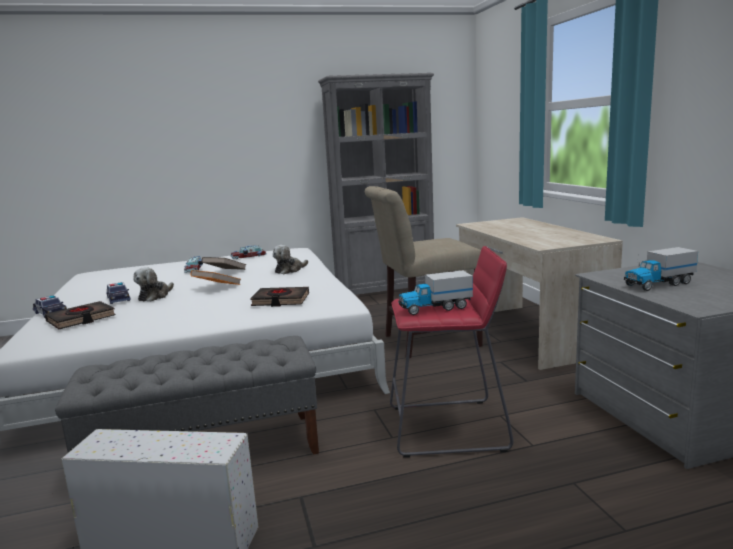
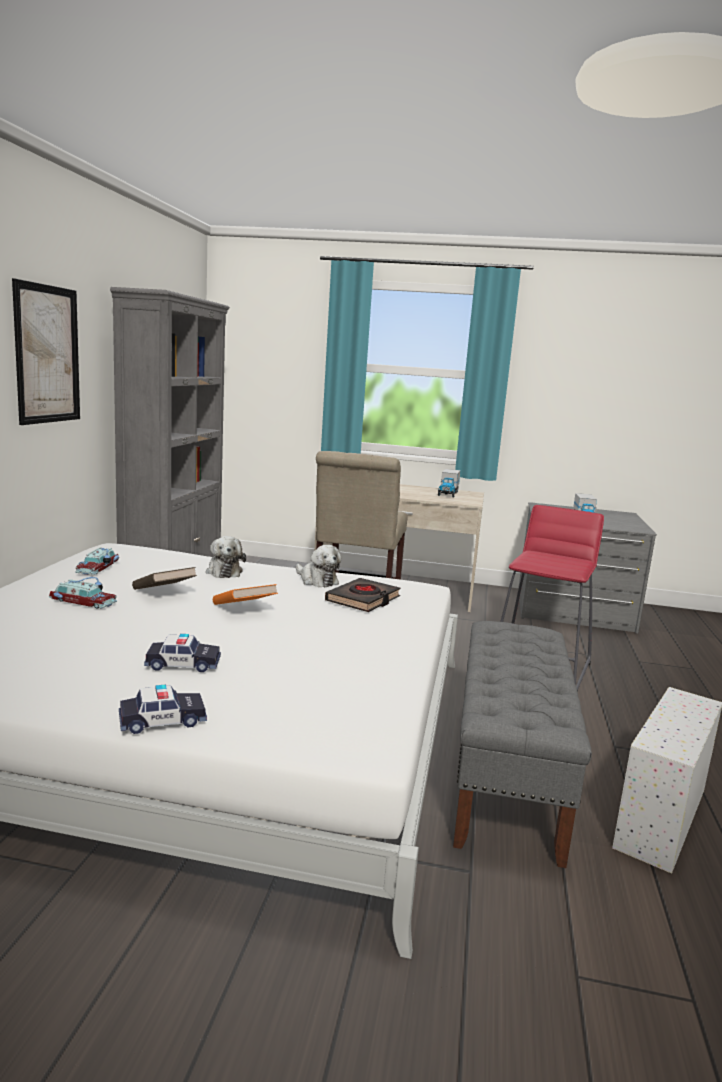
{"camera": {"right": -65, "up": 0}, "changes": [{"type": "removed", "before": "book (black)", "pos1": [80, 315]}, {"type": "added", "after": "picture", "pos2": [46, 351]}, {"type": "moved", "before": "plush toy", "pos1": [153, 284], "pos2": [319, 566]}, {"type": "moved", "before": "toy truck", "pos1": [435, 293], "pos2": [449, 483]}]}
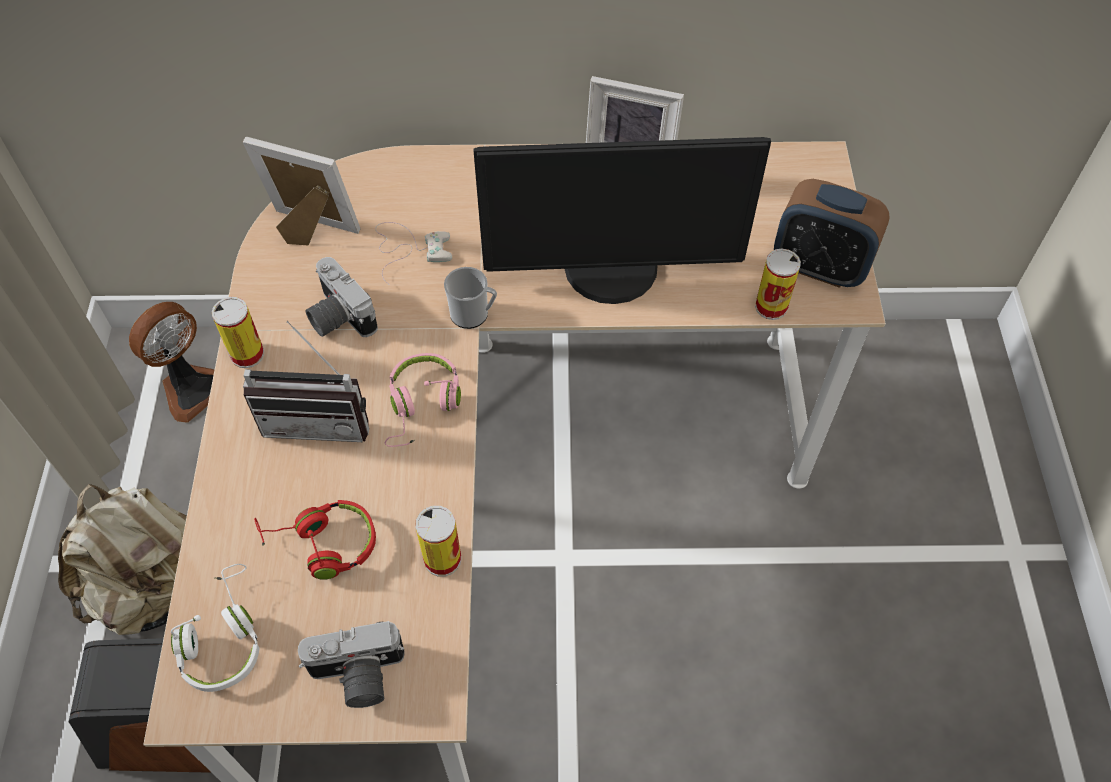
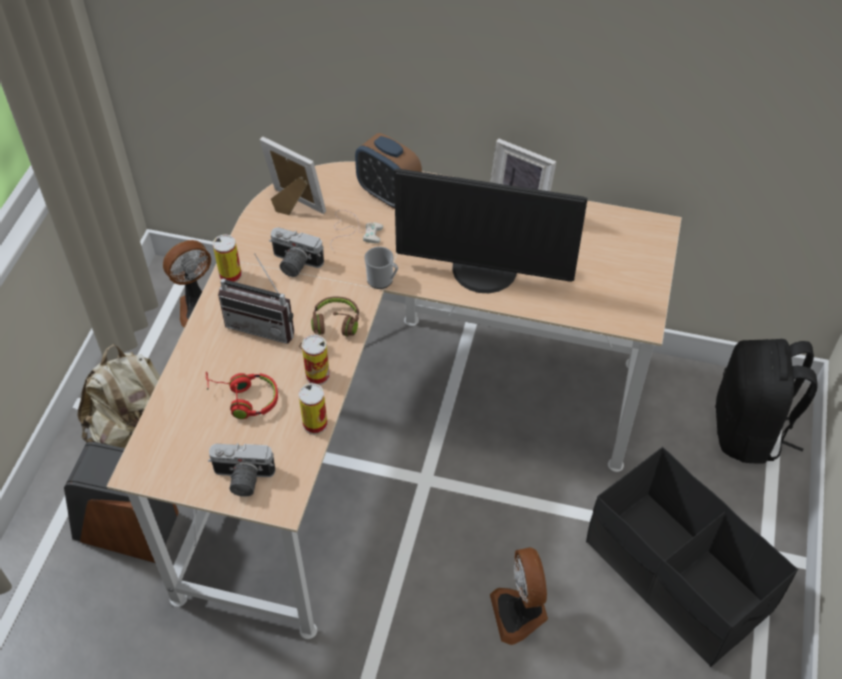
{"camera": {"right": 15, "up": -5}, "changes": [{"type": "removed", "before": "headphones (white)", "pos1": [215, 628]}, {"type": "added", "after": "fan", "pos2": [519, 596]}, {"type": "added", "after": "storage box (black)", "pos2": [692, 557]}, {"type": "added", "after": "backpack (black)", "pos2": [766, 401]}, {"type": "moved", "before": "can", "pos1": [778, 284], "pos2": [316, 360]}, {"type": "moved", "before": "alarm clock", "pos1": [832, 233], "pos2": [388, 171]}, {"type": "recoloured", "before": "headphones (pink)", "after": "headphones (brown)", "pos1": [423, 400], "pos2": [329, 322]}, {"type": "turned", "before": "photo camera", "pos1": [341, 297], "pos2": [296, 252], "turn": -45}]}
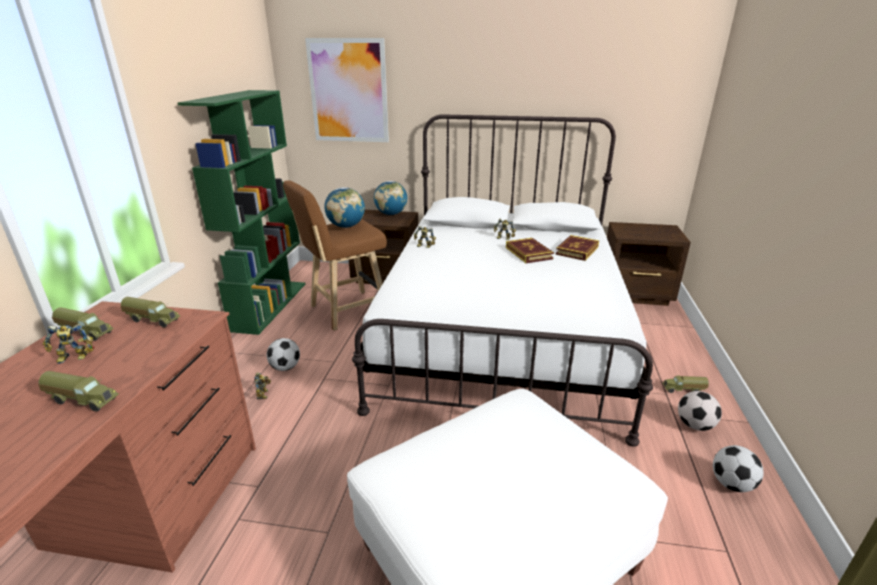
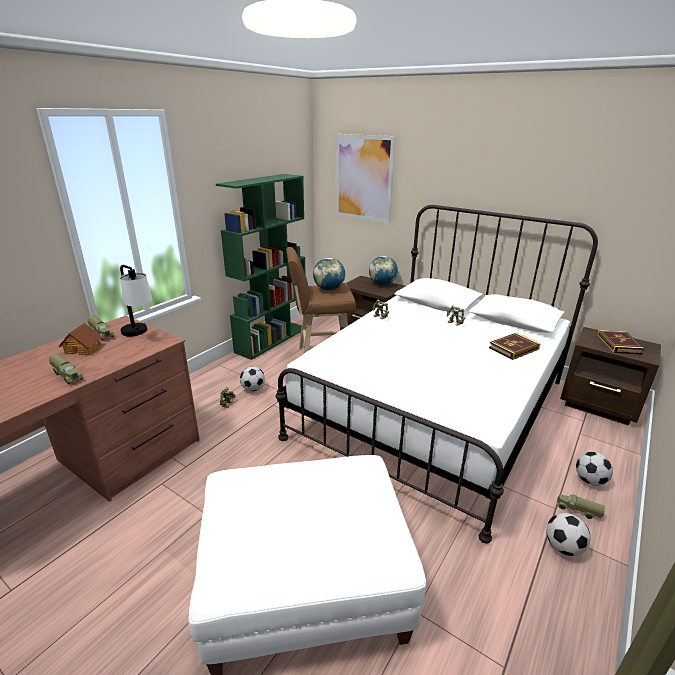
{"camera": {"right": 25, "up": 0}, "changes": [{"type": "moved", "before": "book", "pos1": [530, 250], "pos2": [621, 342]}, {"type": "moved", "before": "football", "pos1": [738, 468], "pos2": [594, 469]}, {"type": "replaced", "before": "toy robot", "after": "toy house", "pos1": [69, 343], "pos2": [80, 339]}, {"type": "replaced", "before": "toy truck", "after": "table lamp", "pos1": [150, 312], "pos2": [136, 300]}]}
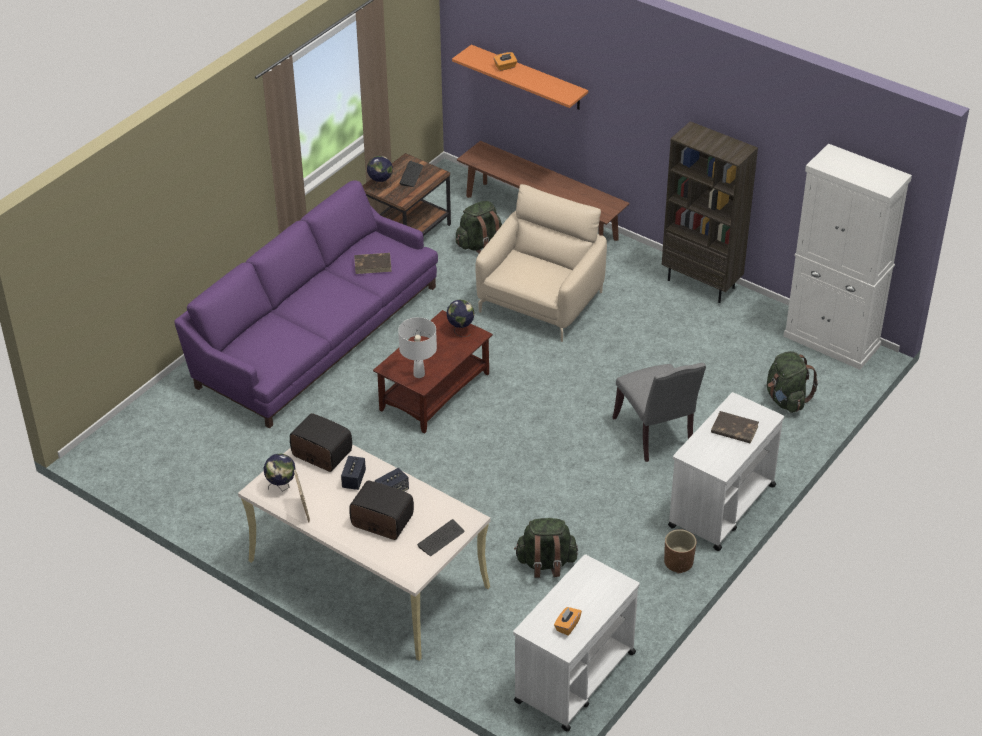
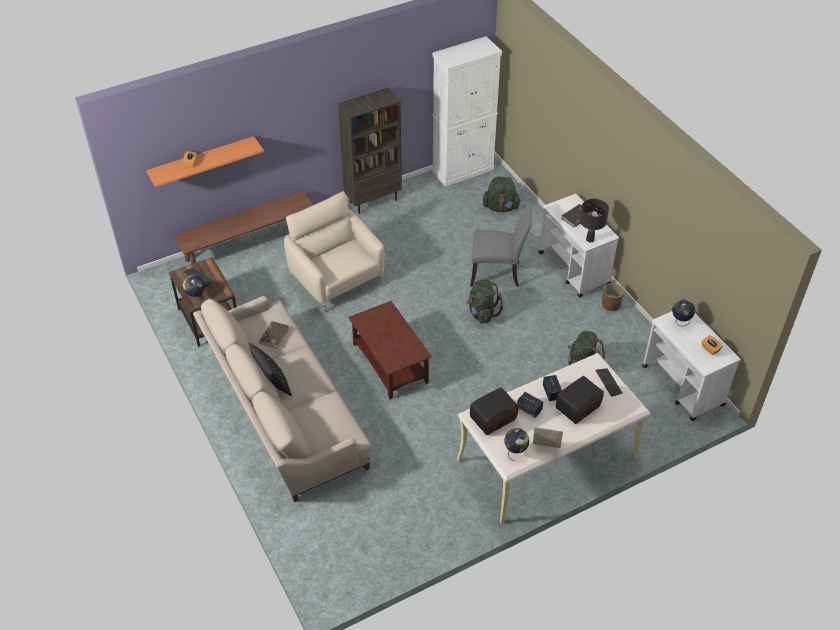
{"camera": {"right": -65, "up": 5}, "changes": [{"type": "removed", "before": "table lamp (white)", "pos1": [417, 347]}, {"type": "added", "after": "pillow (black)", "pos2": [270, 369]}, {"type": "added", "after": "table lamp (black)", "pos2": [594, 221]}, {"type": "moved", "before": "globe", "pos1": [461, 318], "pos2": [683, 312]}, {"type": "moved", "before": "backpack (green)", "pos1": [479, 227], "pos2": [484, 301]}, {"type": "recoloured", "before": "sofa (purple)", "after": "sofa (beige)", "pos1": [306, 304], "pos2": [282, 399]}]}
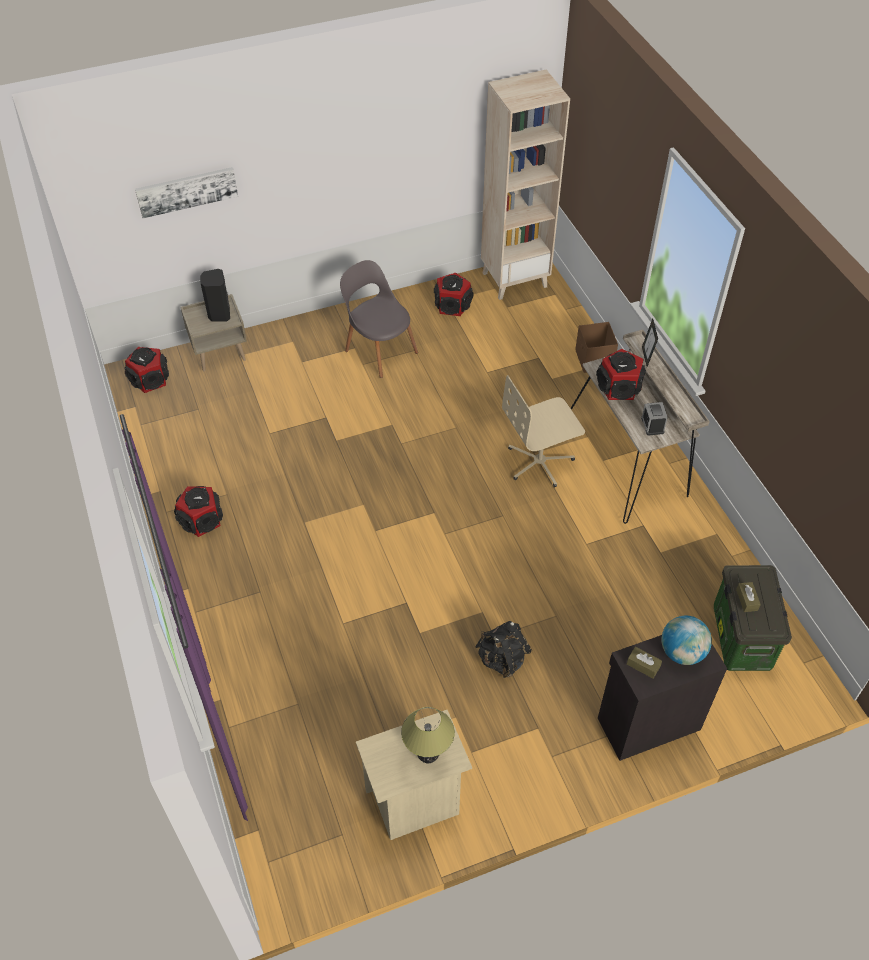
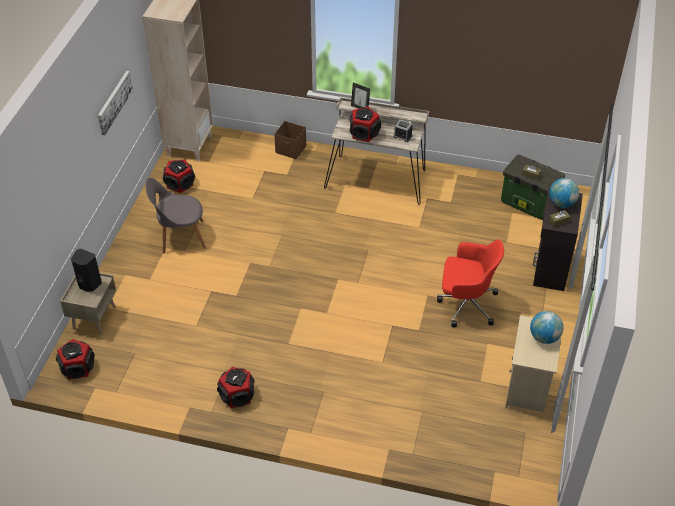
{"camera": {"right": -55, "up": -5}, "changes": [{"type": "removed", "before": "office chair (beige)", "pos1": [543, 431]}, {"type": "moved", "before": "picture", "pos1": [186, 192], "pos2": [115, 103]}, {"type": "replaced", "before": "table lamp", "after": "globe", "pos1": [428, 735], "pos2": [546, 327]}, {"type": "replaced", "before": "backpack (black)", "after": "office chair (red)", "pos1": [504, 649], "pos2": [470, 284]}]}
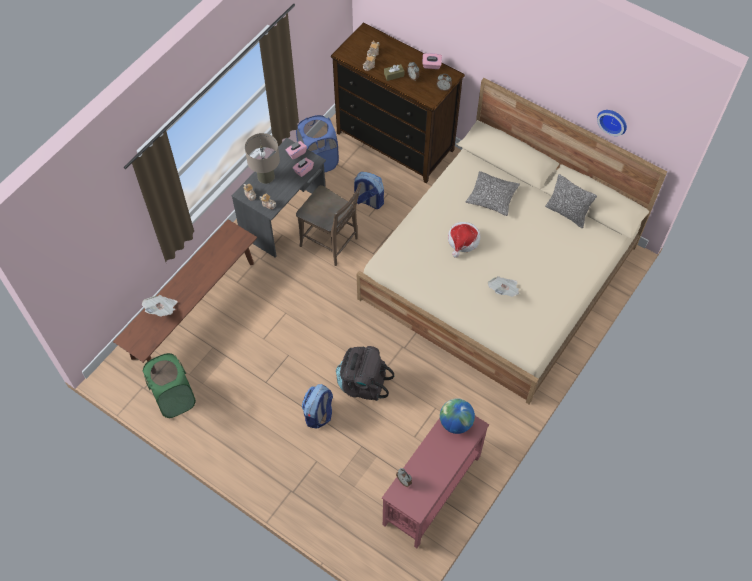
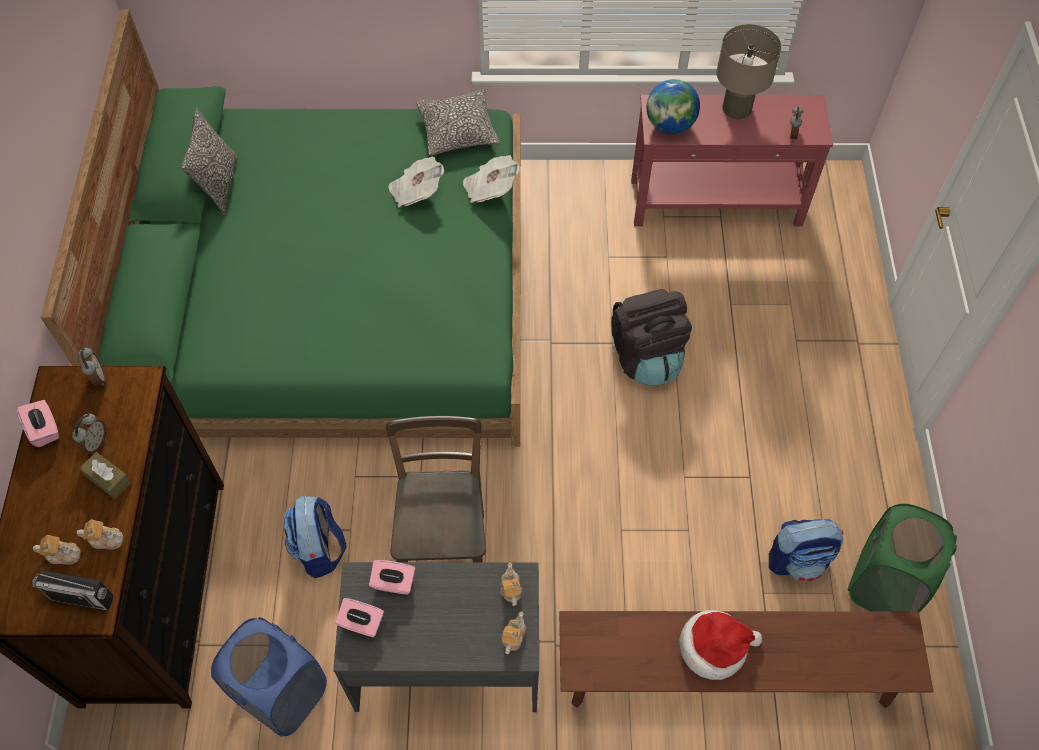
{"camera": {"right": -125, "up": 0}, "changes": [{"type": "removed", "before": "wall clock", "pos1": [612, 123]}, {"type": "added", "after": "radio", "pos2": [72, 590]}, {"type": "moved", "before": "newspaper", "pos1": [160, 305], "pos2": [491, 179]}, {"type": "moved", "before": "table lamp (beige)", "pos1": [262, 158], "pos2": [749, 71]}, {"type": "moved", "before": "backpack", "pos1": [317, 406], "pos2": [806, 550]}, {"type": "moved", "before": "hat", "pos1": [464, 239], "pos2": [720, 645]}, {"type": "moved", "before": "pillow", "pos1": [493, 193], "pos2": [458, 122]}, {"type": "recoloured", "before": "bed (beige)", "after": "bed (green)", "pos1": [512, 241], "pos2": [281, 228]}]}
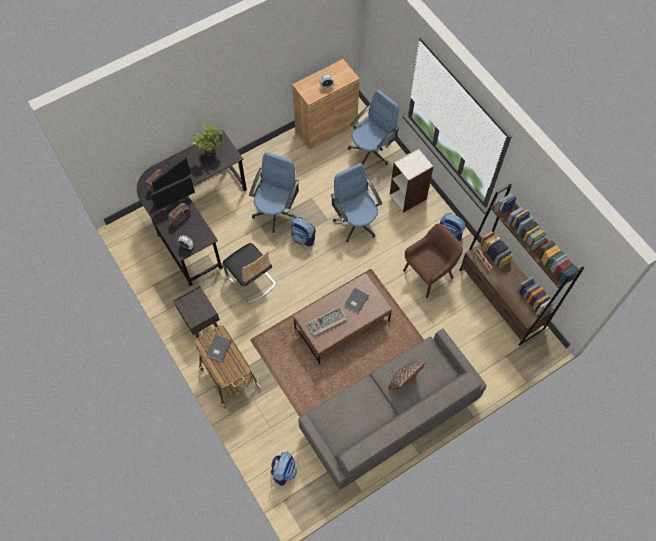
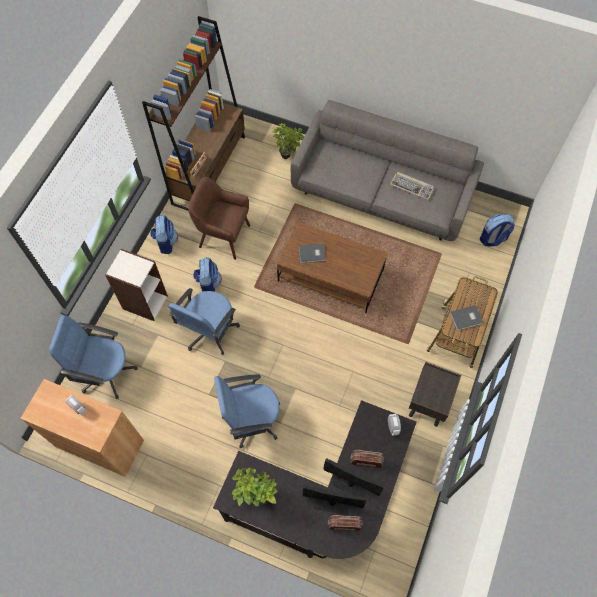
{"camera": {"right": -125, "up": 0}, "changes": [{"type": "removed", "before": "chair", "pos1": [249, 273]}, {"type": "removed", "before": "pillow (brown)", "pos1": [407, 375]}, {"type": "added", "after": "potted plant", "pos2": [288, 141]}, {"type": "moved", "before": "backpack", "pos1": [303, 231], "pos2": [207, 274]}, {"type": "moved", "before": "keyboard", "pos1": [326, 321], "pos2": [412, 186]}]}
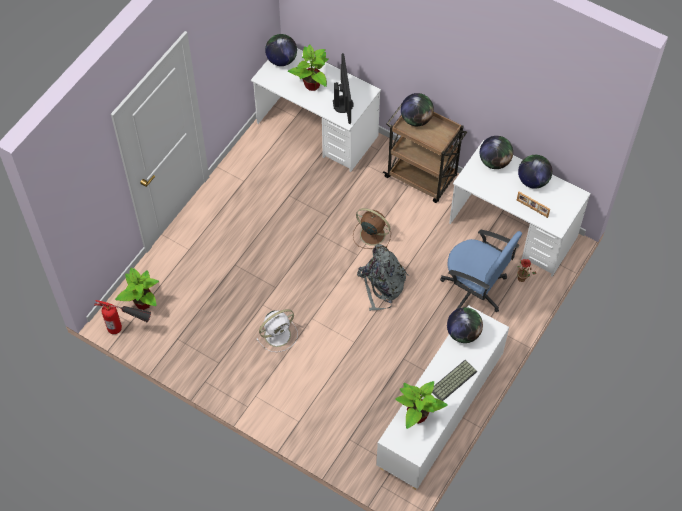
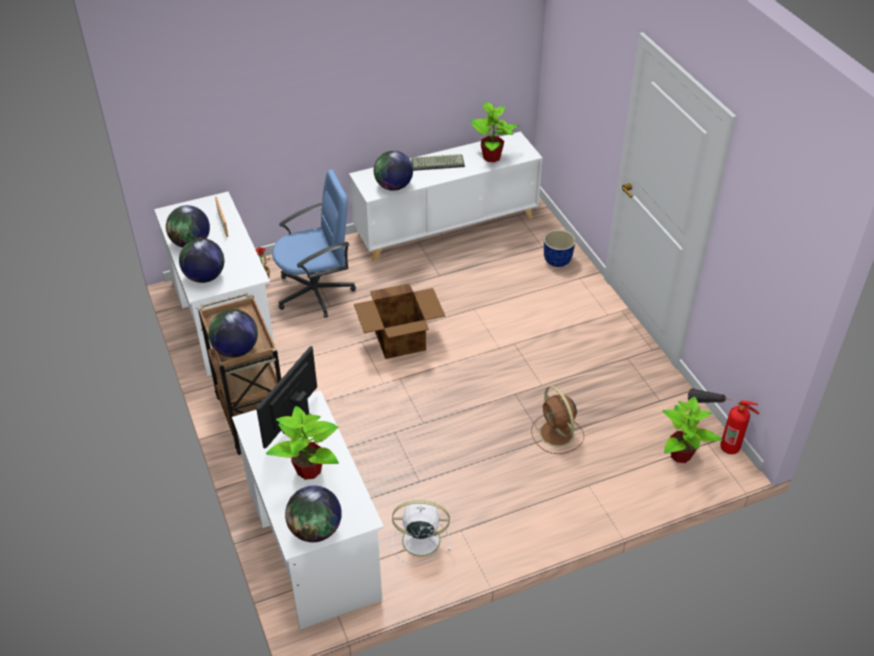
{"camera": {"right": -145, "up": -15}, "changes": [{"type": "added", "after": "planter", "pos2": [560, 248]}, {"type": "moved", "before": "fan (white)", "pos1": [277, 330], "pos2": [421, 532]}, {"type": "moved", "before": "fan (brown)", "pos1": [372, 228], "pos2": [557, 420]}, {"type": "replaced", "before": "backpack (grey)", "after": "cardboard box", "pos1": [383, 277], "pos2": [399, 321]}, {"type": "turned", "before": "office chair (blue)", "pos1": [481, 271], "pos2": [314, 244], "turn": 90}]}
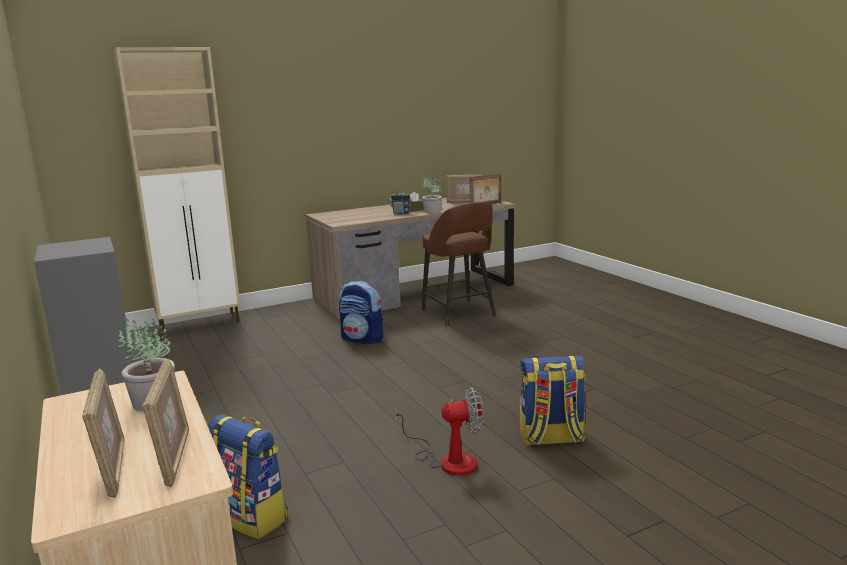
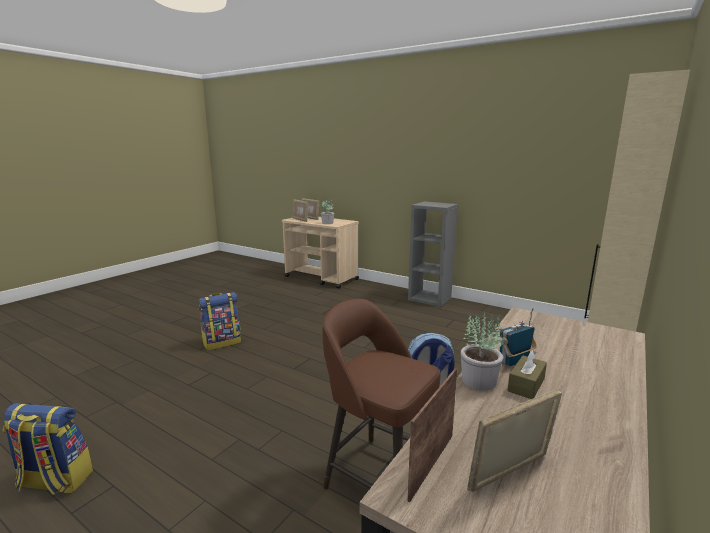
{"camera": {"right": 150, "up": 0}, "changes": [{"type": "removed", "before": "fan", "pos1": [439, 431]}, {"type": "moved", "before": "backpack", "pos1": [248, 476], "pos2": [48, 449]}]}
